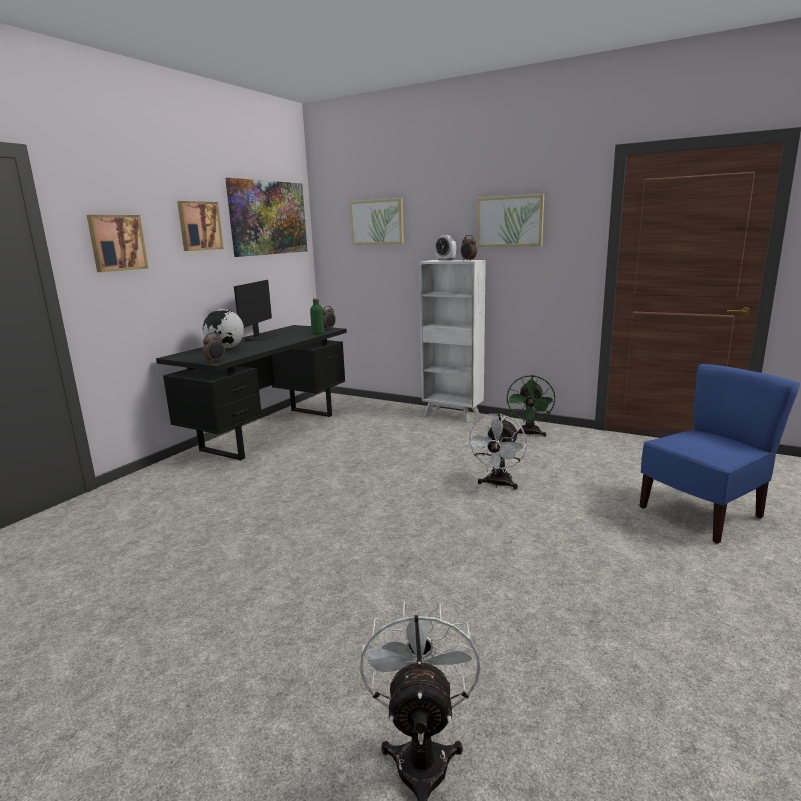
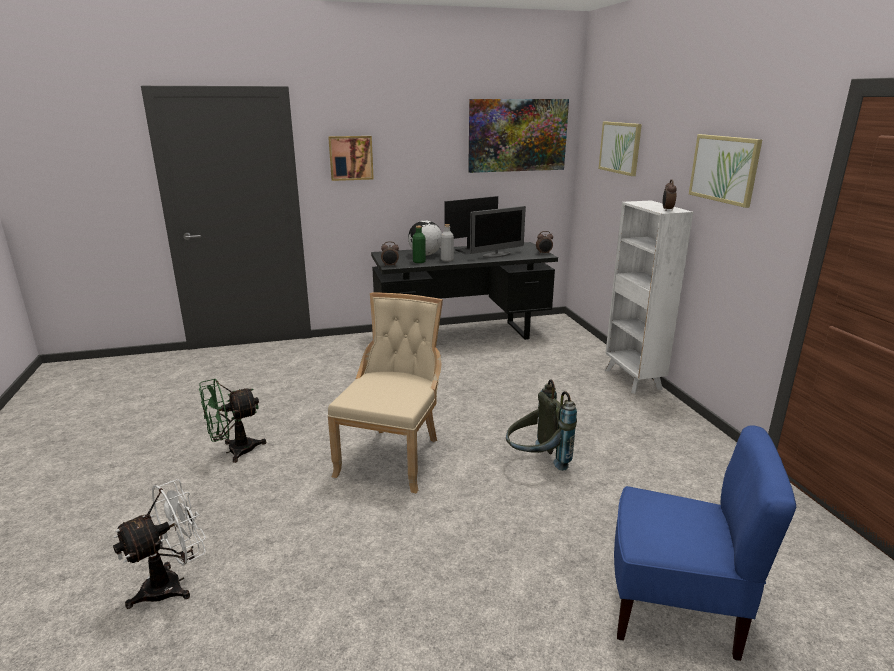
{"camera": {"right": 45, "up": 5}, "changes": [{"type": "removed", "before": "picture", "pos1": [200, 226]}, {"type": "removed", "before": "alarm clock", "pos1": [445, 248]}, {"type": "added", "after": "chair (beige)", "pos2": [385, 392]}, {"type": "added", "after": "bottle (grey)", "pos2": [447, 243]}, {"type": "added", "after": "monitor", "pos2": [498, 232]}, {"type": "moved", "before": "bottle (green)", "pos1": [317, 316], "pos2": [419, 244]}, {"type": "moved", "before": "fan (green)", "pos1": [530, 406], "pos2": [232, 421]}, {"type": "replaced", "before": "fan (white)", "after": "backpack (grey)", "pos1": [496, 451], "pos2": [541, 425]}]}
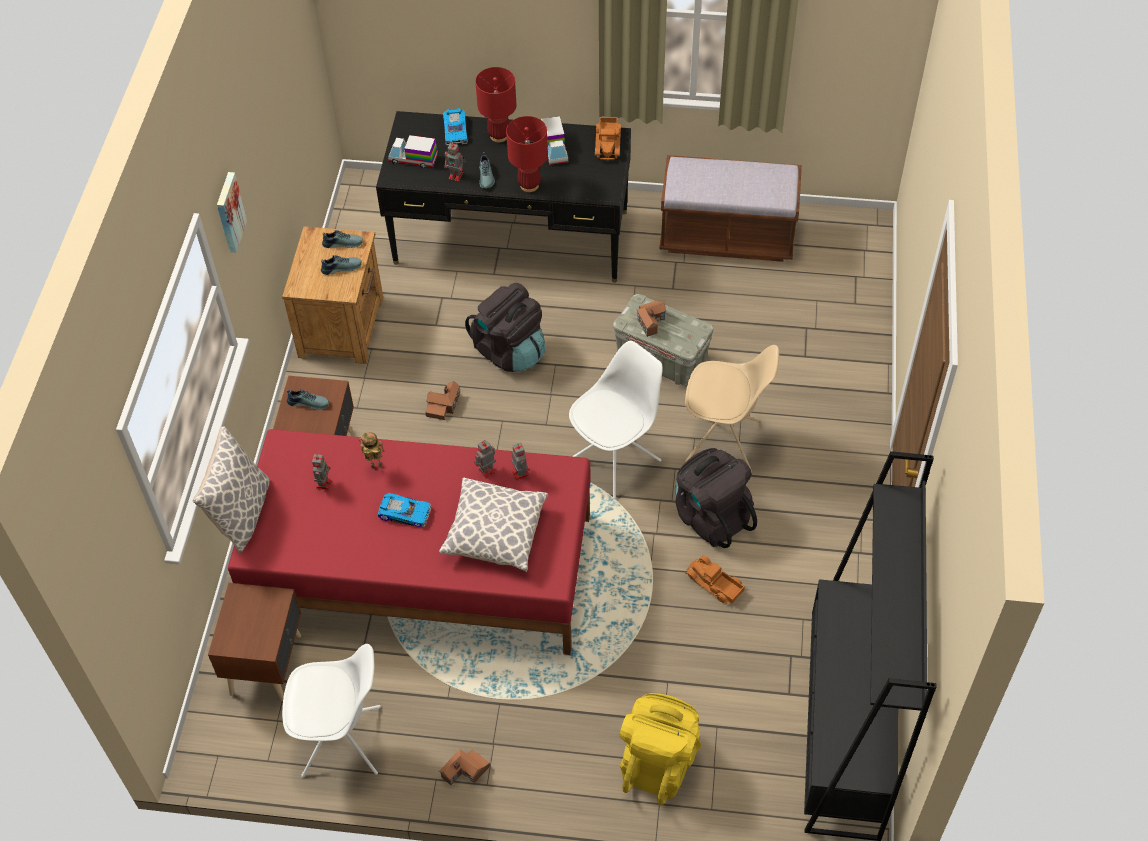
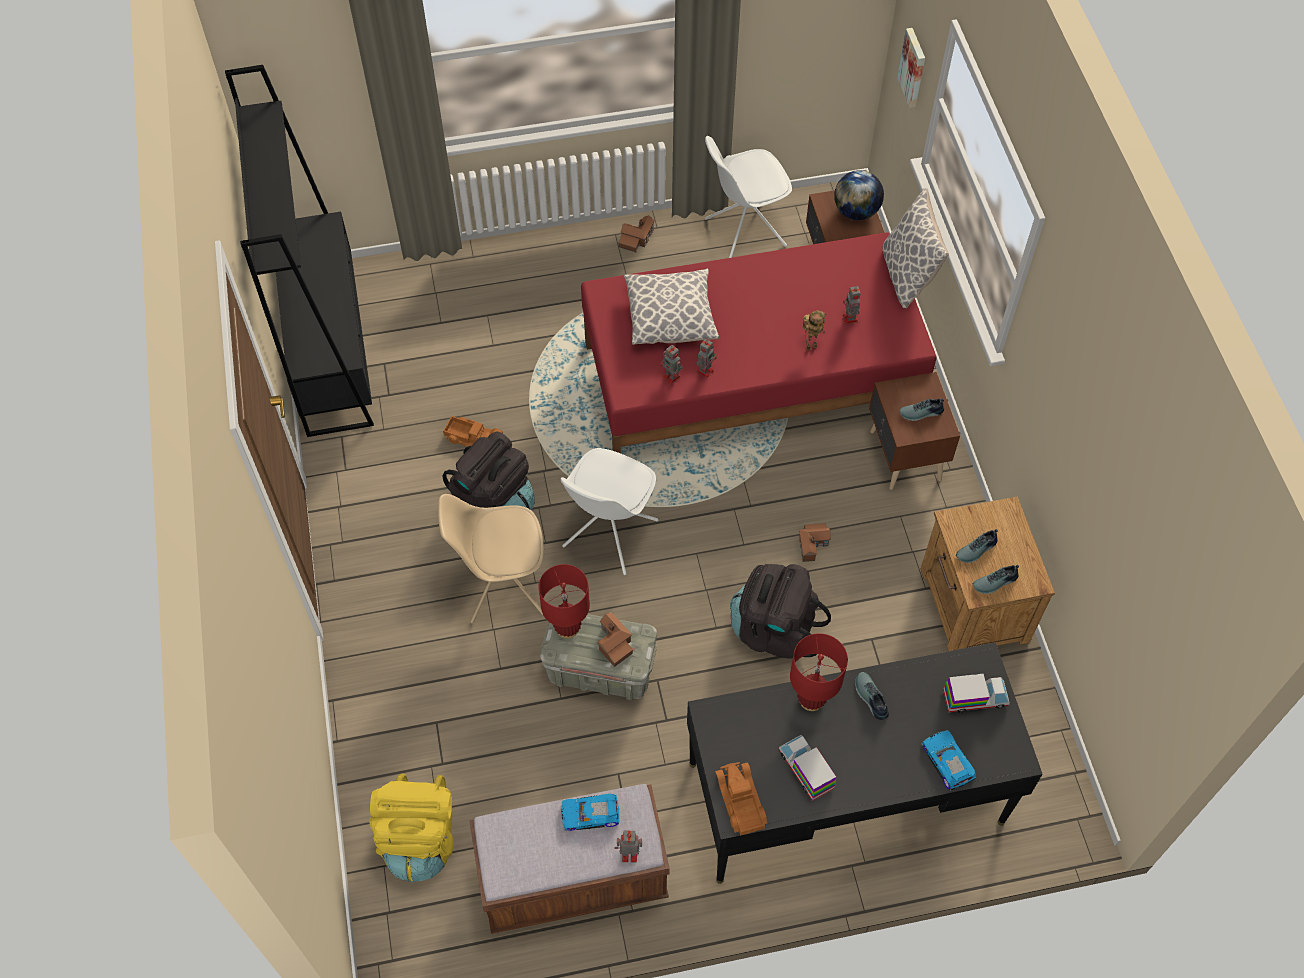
{"camera": {"right": 160, "up": 5}, "changes": [{"type": "added", "after": "globe", "pos2": [859, 195]}, {"type": "moved", "before": "picture", "pos1": [232, 212], "pos2": [911, 68]}, {"type": "moved", "before": "toy car", "pos1": [404, 510], "pos2": [590, 812]}, {"type": "moved", "before": "toy robot", "pos1": [455, 161], "pos2": [628, 846]}, {"type": "moved", "before": "table lamp (red)", "pos1": [496, 104], "pos2": [564, 601]}, {"type": "moved", "before": "backpack (yellow)", "pos1": [660, 749], "pos2": [411, 828]}]}
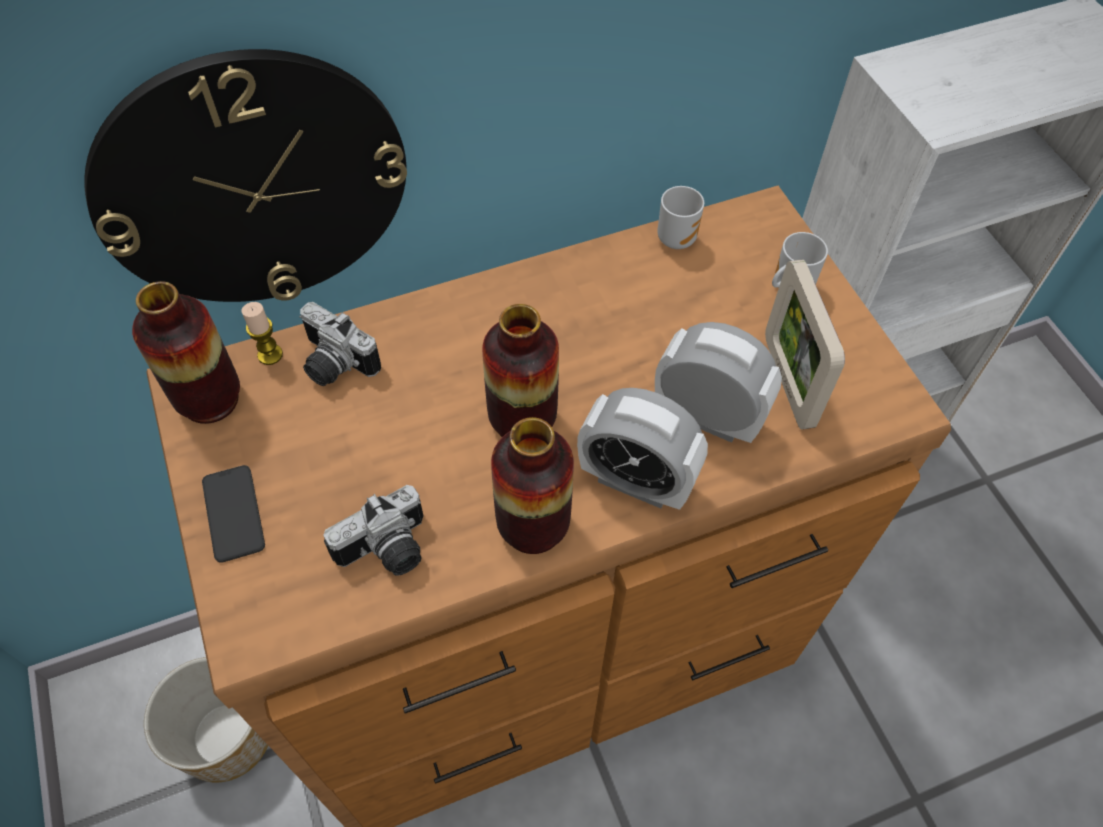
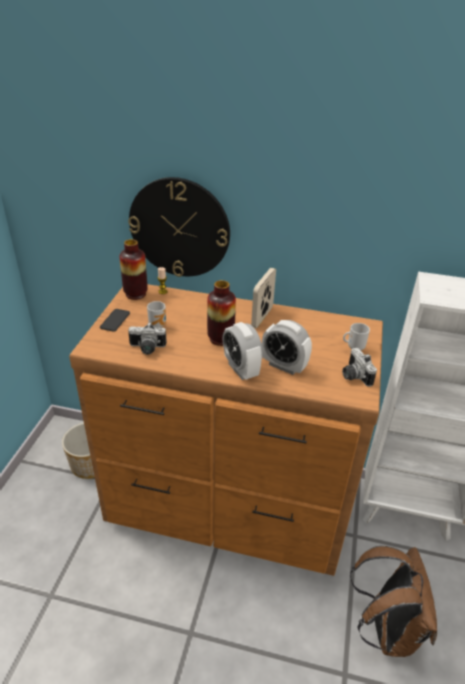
{"camera": {"right": 35, "up": -20}, "changes": [{"type": "removed", "before": "vase", "pos1": [532, 485]}, {"type": "added", "after": "backpack (brown)", "pos2": [393, 601]}, {"type": "moved", "before": "photo camera", "pos1": [340, 344], "pos2": [359, 367]}, {"type": "moved", "before": "mug", "pos1": [681, 217], "pos2": [156, 314]}, {"type": "moved", "before": "picture frame", "pos1": [805, 345], "pos2": [263, 298]}, {"type": "turned", "before": "alarm clock", "pos1": [718, 382], "pos2": [287, 347], "turn": 150}]}
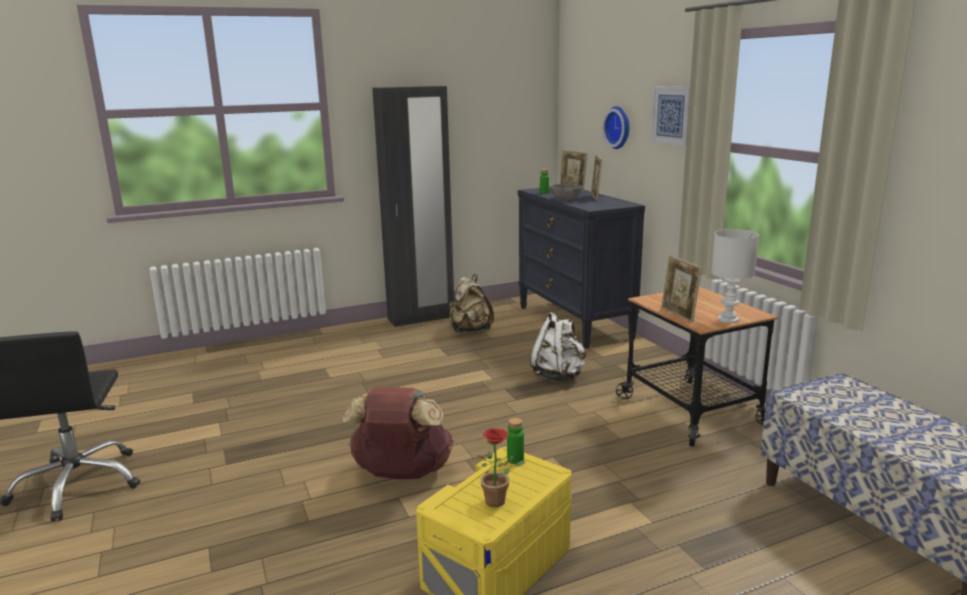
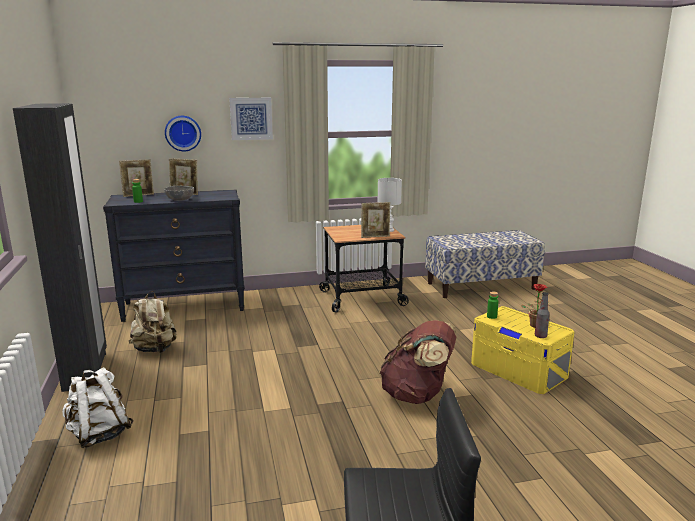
{"camera": {"right": -80, "up": 0}, "changes": [{"type": "added", "after": "bottle", "pos2": [542, 315]}, {"type": "moved", "before": "backpack (white)", "pos1": [558, 346], "pos2": [98, 407]}]}
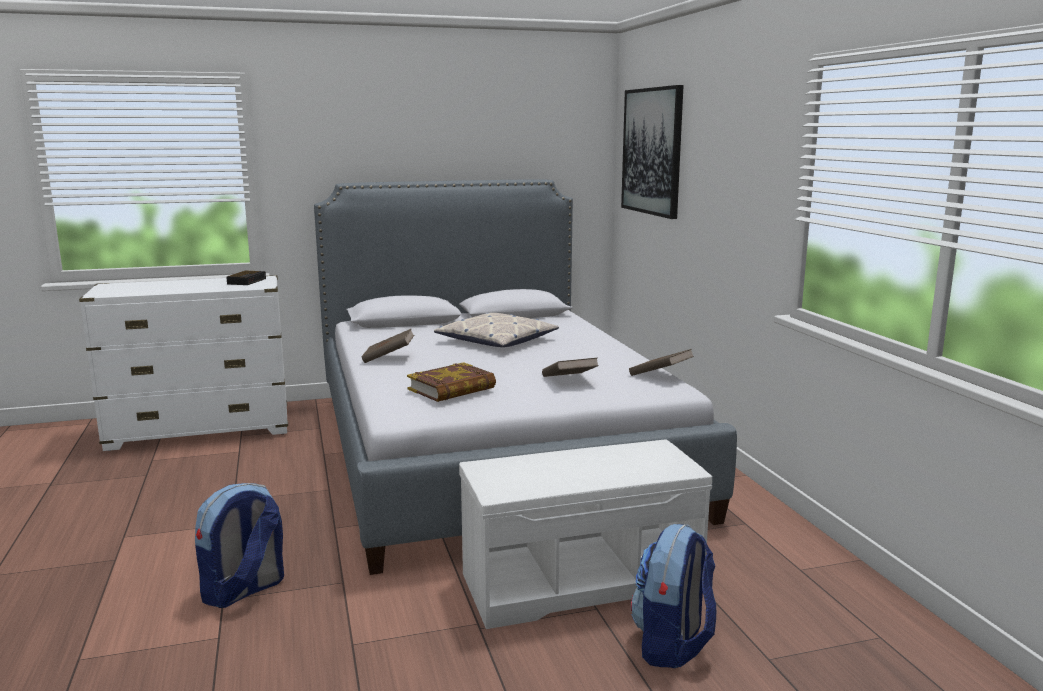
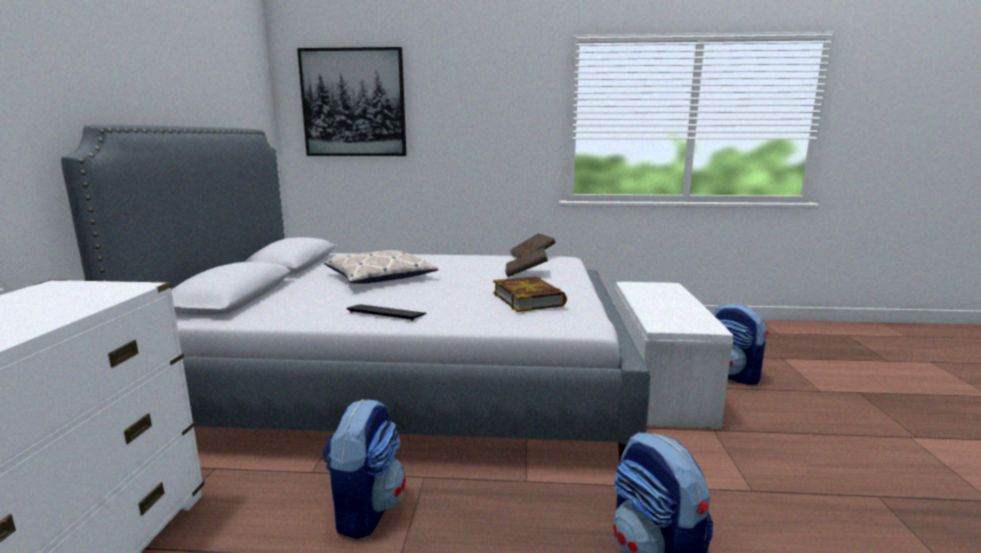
{"camera": {"right": -70, "up": 0}, "changes": [{"type": "removed", "before": "alarm clock", "pos1": [246, 278]}, {"type": "added", "after": "backpack", "pos2": [364, 469]}, {"type": "replaced", "before": "book (brown)", "after": "keyboard", "pos1": [387, 346], "pos2": [386, 312]}]}
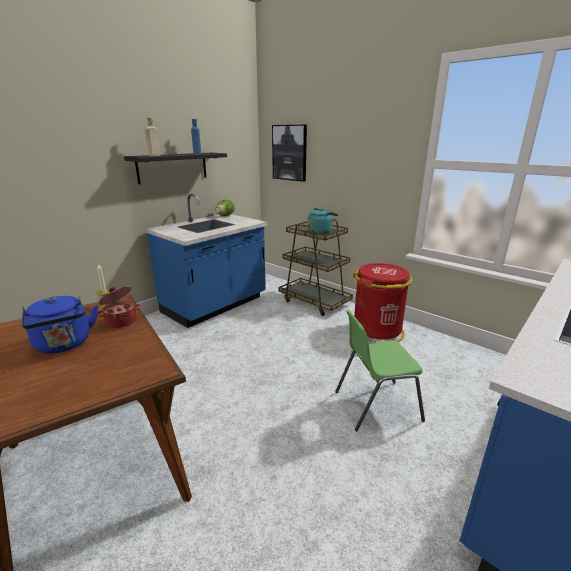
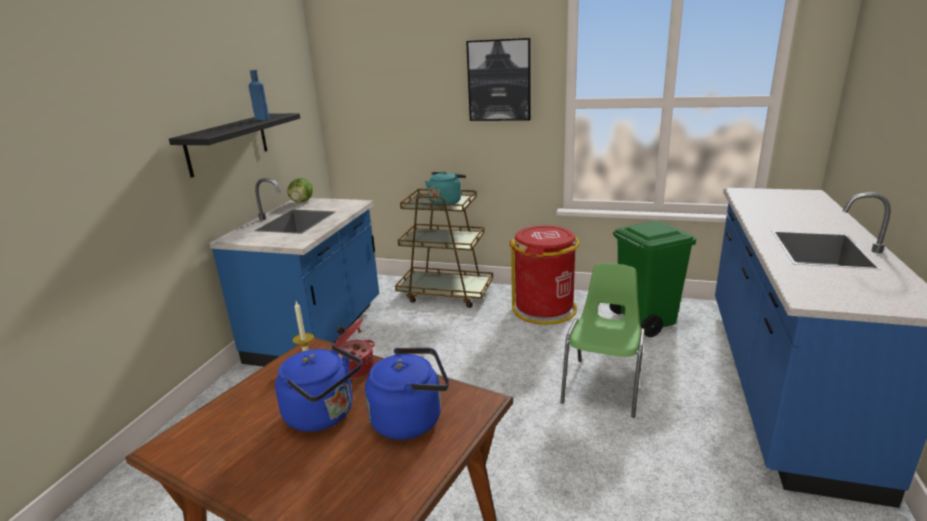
{"camera": {"right": -25, "up": 0}, "changes": [{"type": "removed", "before": "bottle (beige)", "pos1": [153, 136]}, {"type": "added", "after": "kettle (blue)", "pos2": [407, 394]}, {"type": "added", "after": "trash can (green)", "pos2": [653, 279]}, {"type": "moved", "before": "picture", "pos1": [289, 153], "pos2": [498, 79]}, {"type": "turned", "before": "chair (green)", "pos1": [380, 370], "pos2": [602, 340], "turn": 150}]}
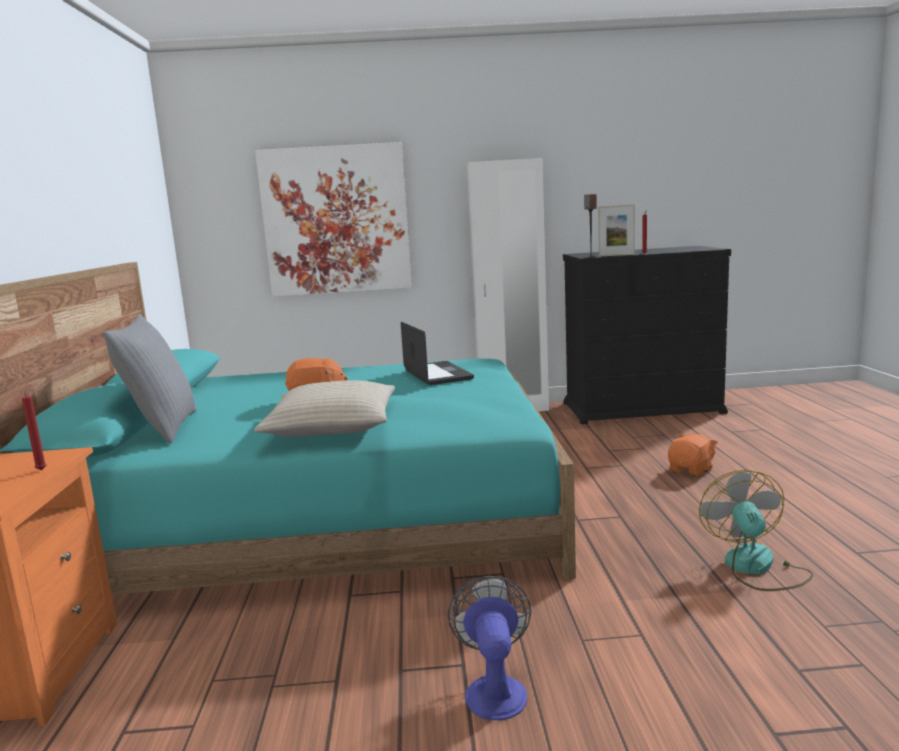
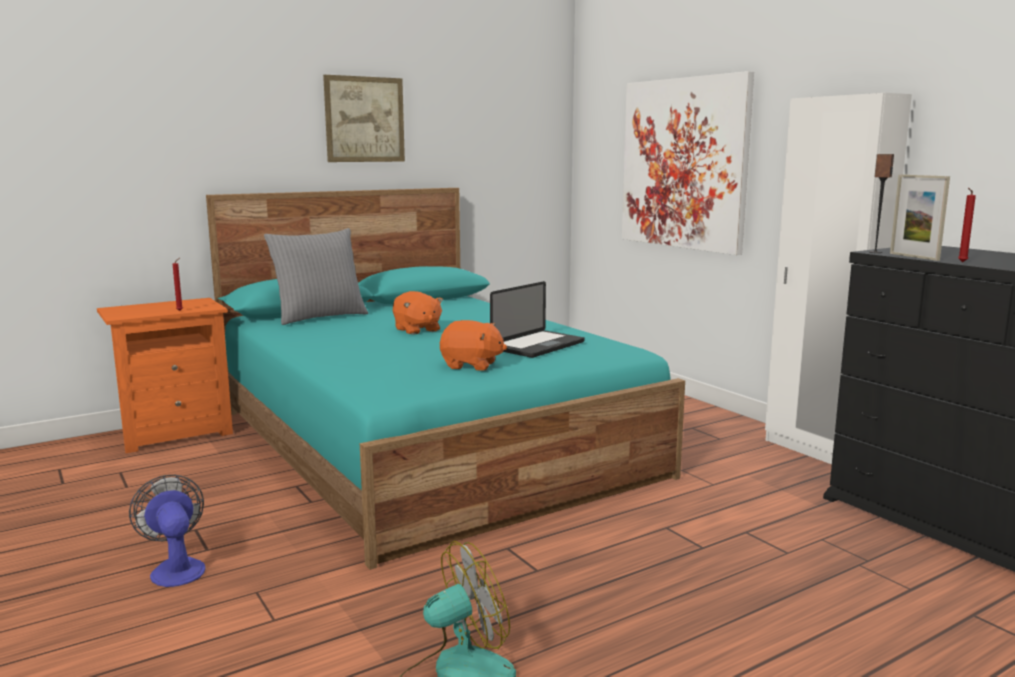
{"camera": {"right": 60, "up": 0}, "changes": [{"type": "removed", "before": "pillow (beige)", "pos1": [324, 408]}, {"type": "added", "after": "picture", "pos2": [364, 118]}, {"type": "moved", "before": "plush toy (orange)", "pos1": [693, 455], "pos2": [473, 345]}, {"type": "turned", "before": "fan", "pos1": [489, 648], "pos2": [167, 531], "turn": -90}]}
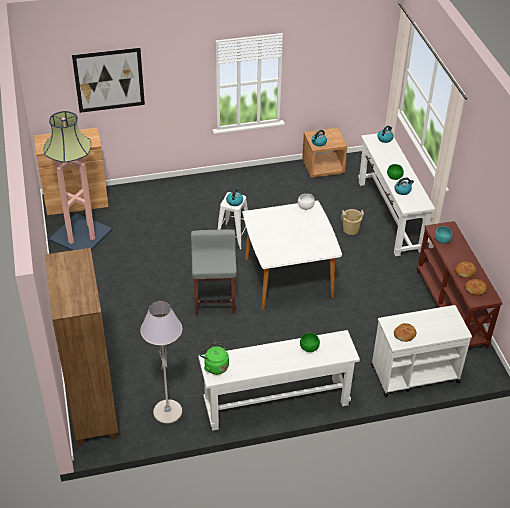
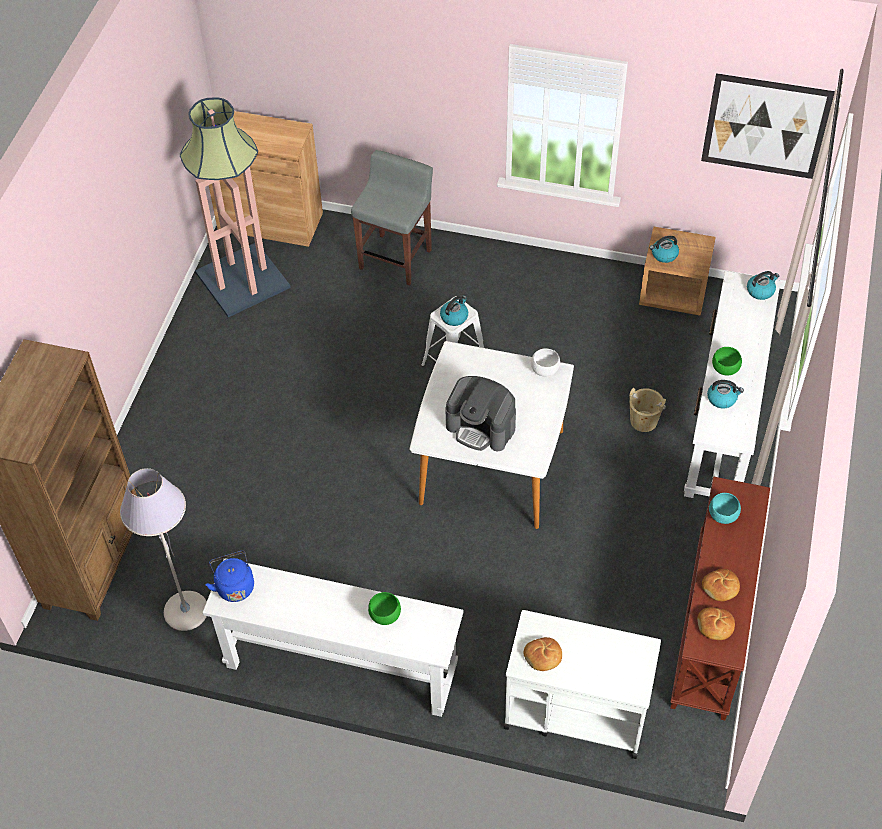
{"camera": {"right": 30, "up": 10}, "changes": [{"type": "added", "after": "coffee machine", "pos2": [480, 413]}, {"type": "moved", "before": "picture", "pos1": [108, 80], "pos2": [768, 126]}, {"type": "moved", "before": "stool (grey)", "pos1": [214, 272], "pos2": [392, 218]}, {"type": "recoloured", "before": "kettle (green)", "after": "kettle (blue)", "pos1": [214, 358], "pos2": [229, 576]}]}
